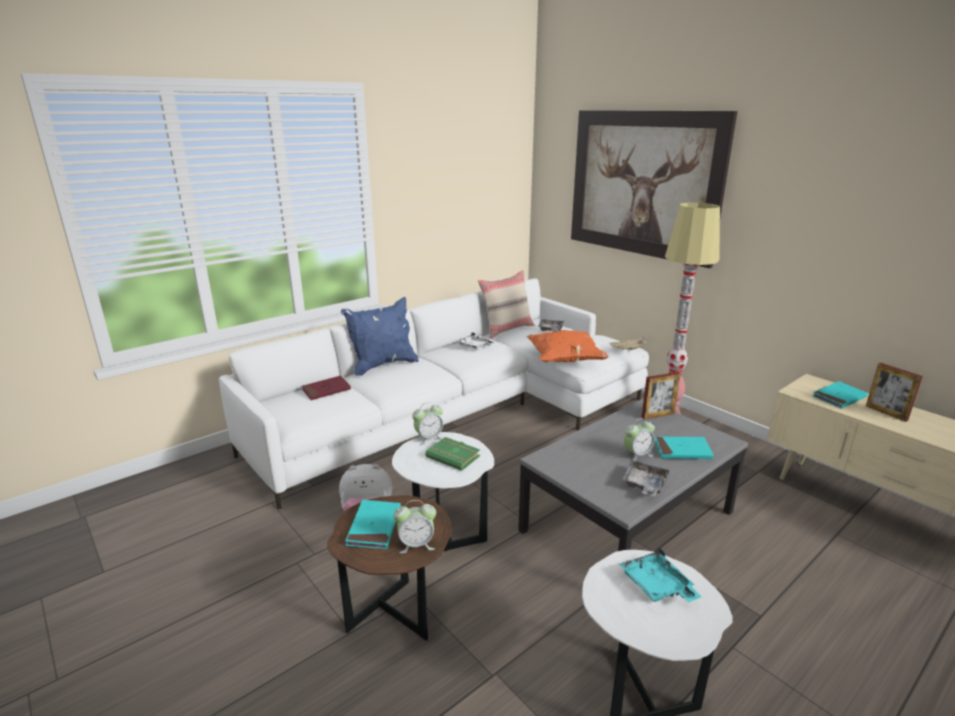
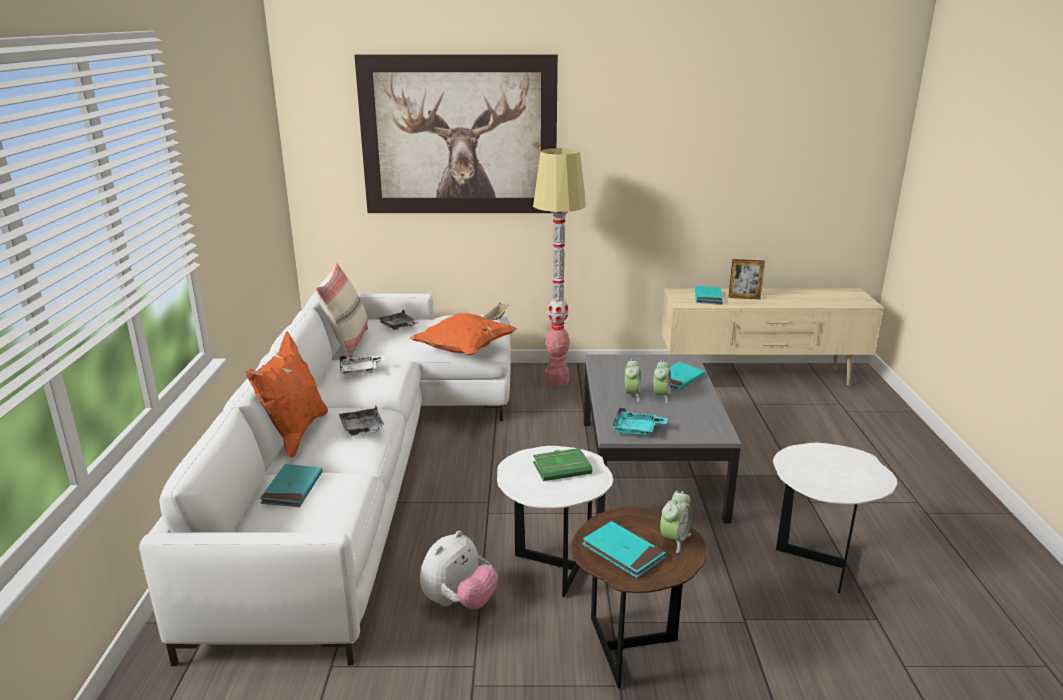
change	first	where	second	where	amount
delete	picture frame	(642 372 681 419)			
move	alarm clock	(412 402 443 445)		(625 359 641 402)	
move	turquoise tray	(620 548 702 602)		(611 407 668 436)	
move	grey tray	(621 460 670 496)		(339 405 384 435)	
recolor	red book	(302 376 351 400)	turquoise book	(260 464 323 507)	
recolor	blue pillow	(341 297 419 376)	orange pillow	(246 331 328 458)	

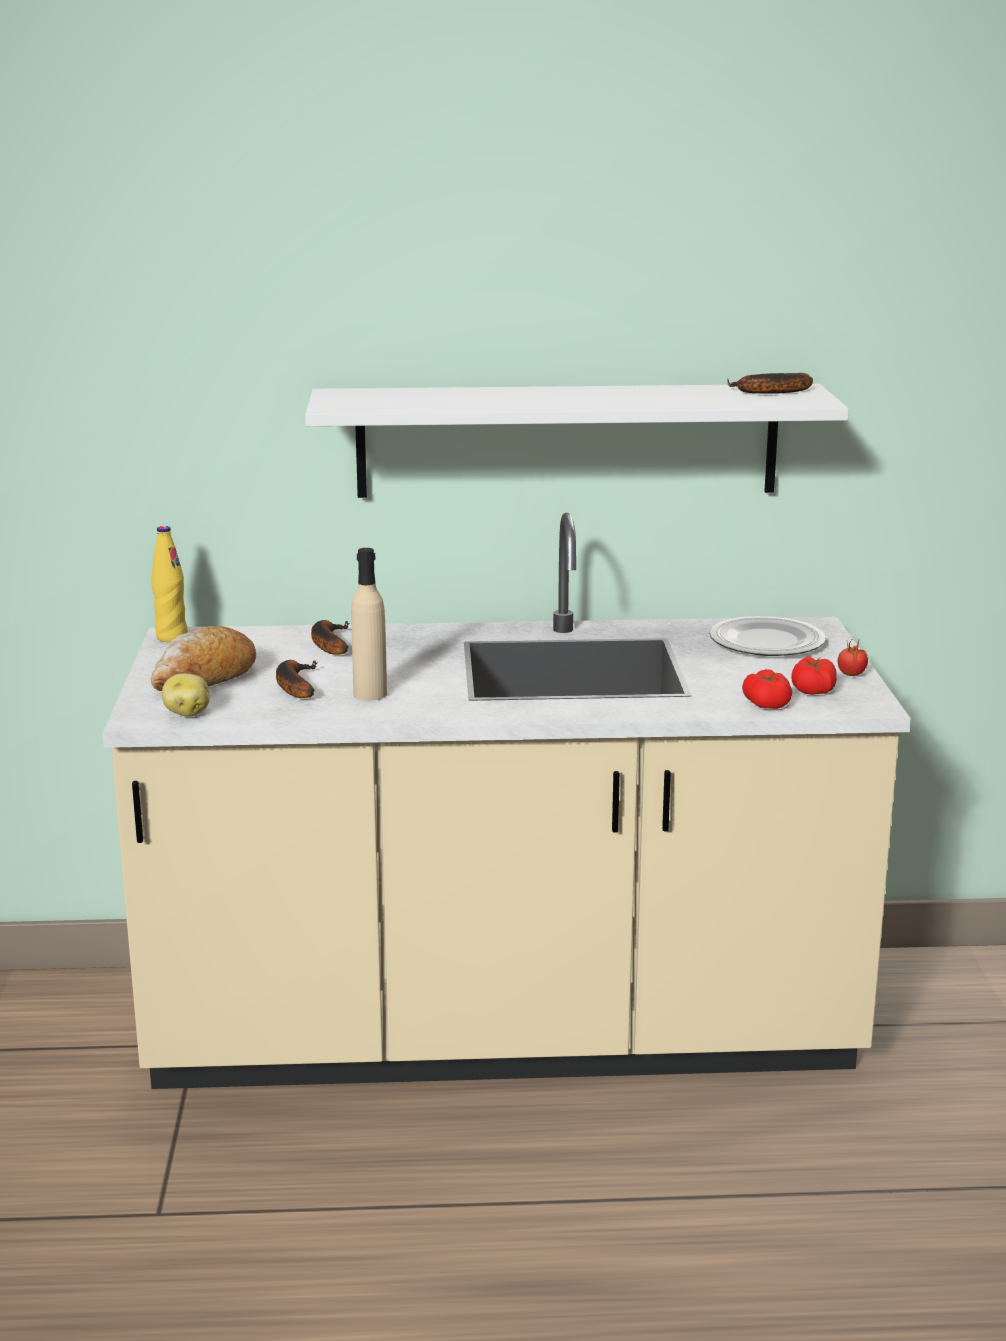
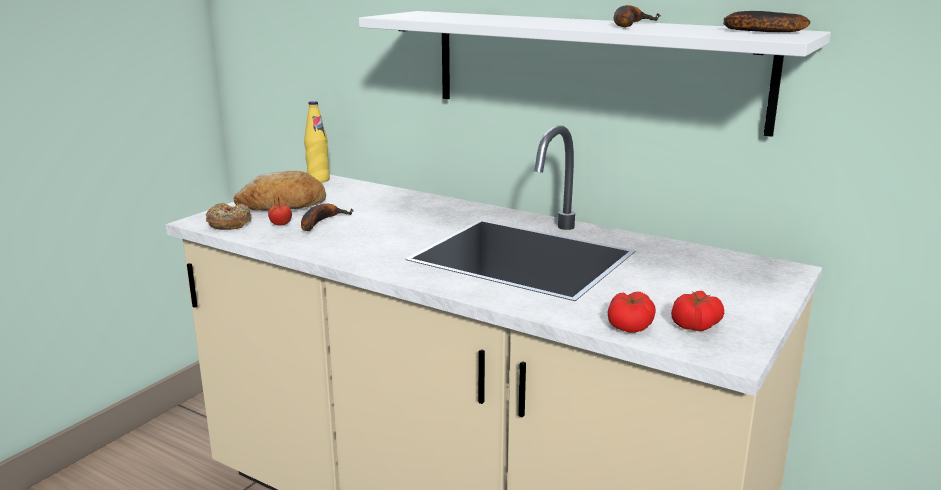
change	first	where	second	where	amount
delete	beige bottle	(351 548 387 701)			
delete	plate	(709 616 826 656)			
move	banana	(311 620 350 655)		(614 5 661 27)	
move	tomato	(838 638 868 676)		(268 196 292 226)	
replace	potato	(162 673 210 717)	donut	(206 203 252 230)	

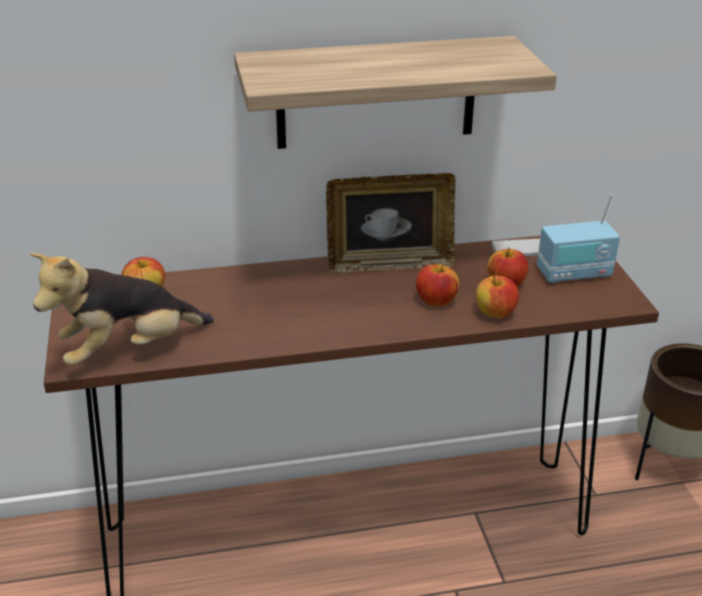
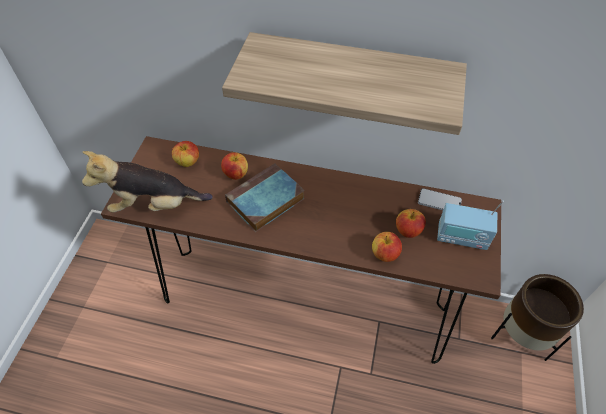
change	first	where	second	where	amount
delete	picture frame	(326 173 456 273)			
insert			book	(225 163 305 232)	
move	apple	(416 264 459 306)		(221 153 248 180)	

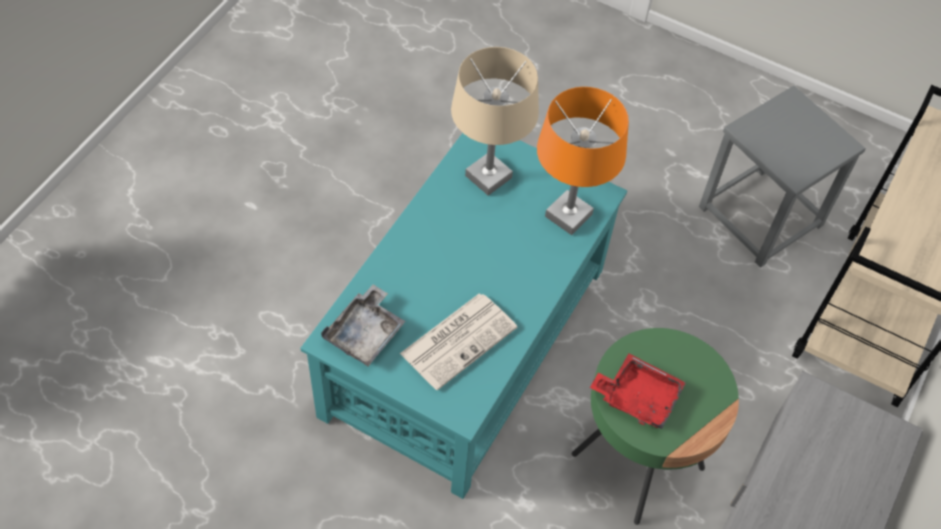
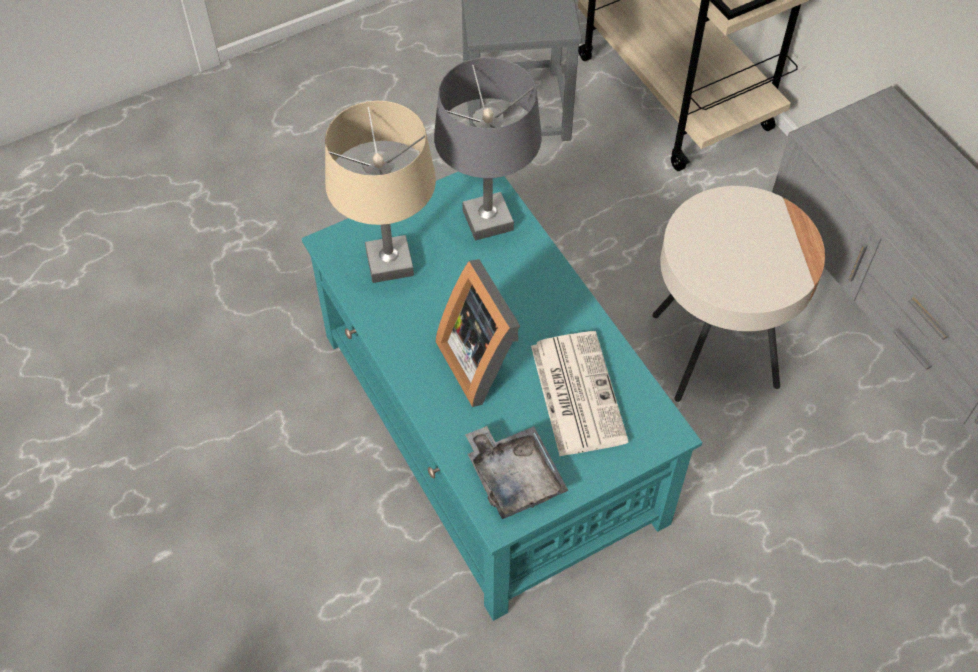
change	first	where	second	where	amount
delete	red tray	(590 353 686 429)			
insert			picture frame	(436 259 520 407)	
recolor	orange table lamp	(537 87 629 235)	grey table lamp	(434 57 542 241)	
recolor	green side table	(572 328 739 525)	beige side table	(652 186 825 402)	

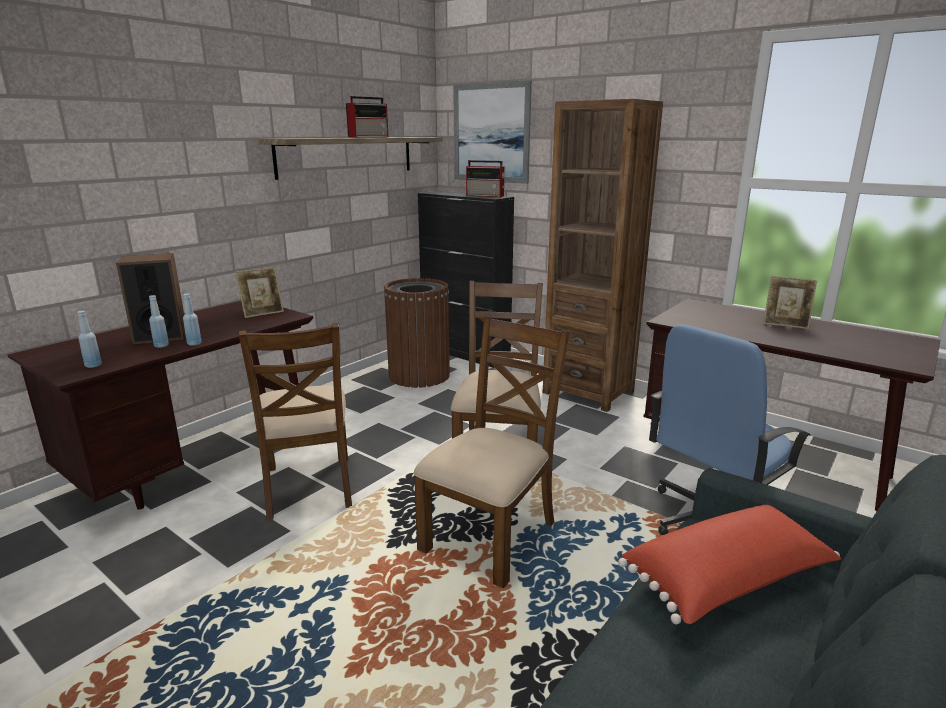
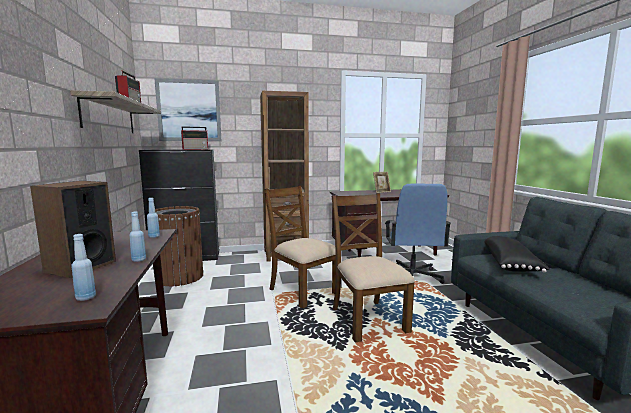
change	first	where	second	where	amount
delete	picture frame	(235 268 284 318)			
delete	brown chair	(239 323 352 520)			
move	blue bottle	(149 295 169 348)		(147 198 160 238)	
recolor	red pillow	(618 505 842 625)	black pillow	(485 236 550 273)	

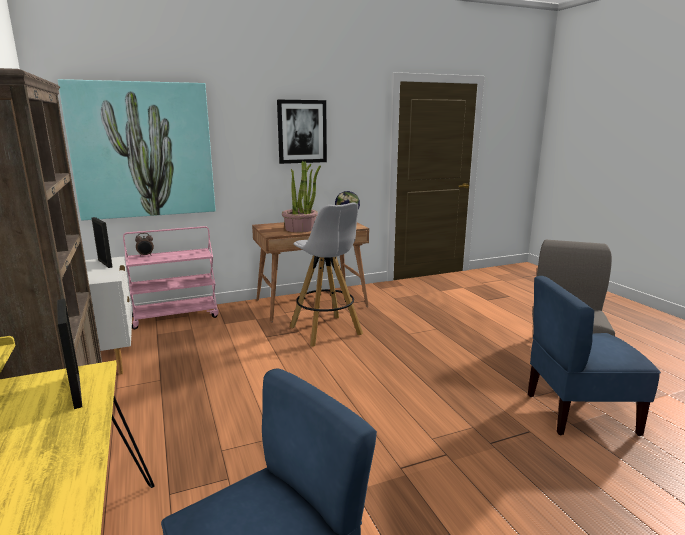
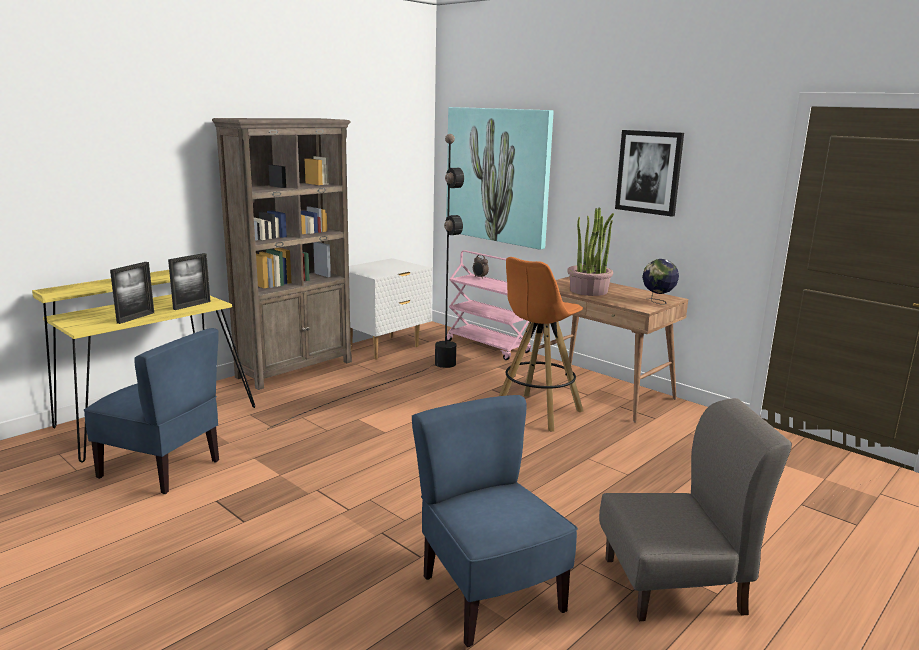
change	first	where	second	where	amount
insert			black floor lamp	(268 134 464 429)	
move	picture frame	(92 217 112 268)		(110 262 154 324)	
recolor	white stool	(290 202 363 347)	orange stool	(499 257 583 432)	

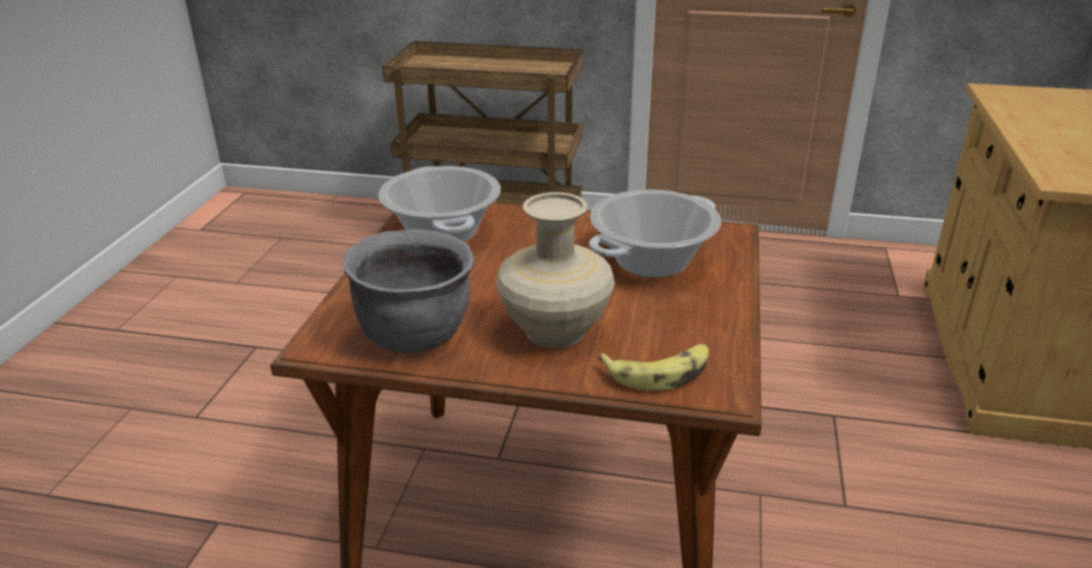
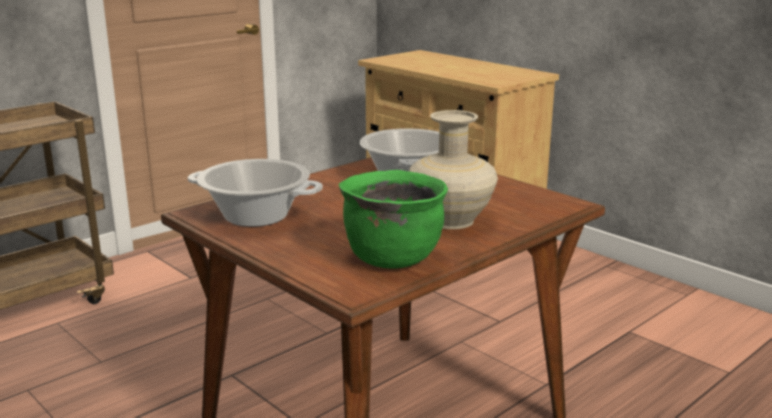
change	first	where	second	where	amount
delete	banana	(599 344 709 391)			
recolor	grey cooking pot	(343 229 474 353)	green cooking pot	(339 170 448 269)	

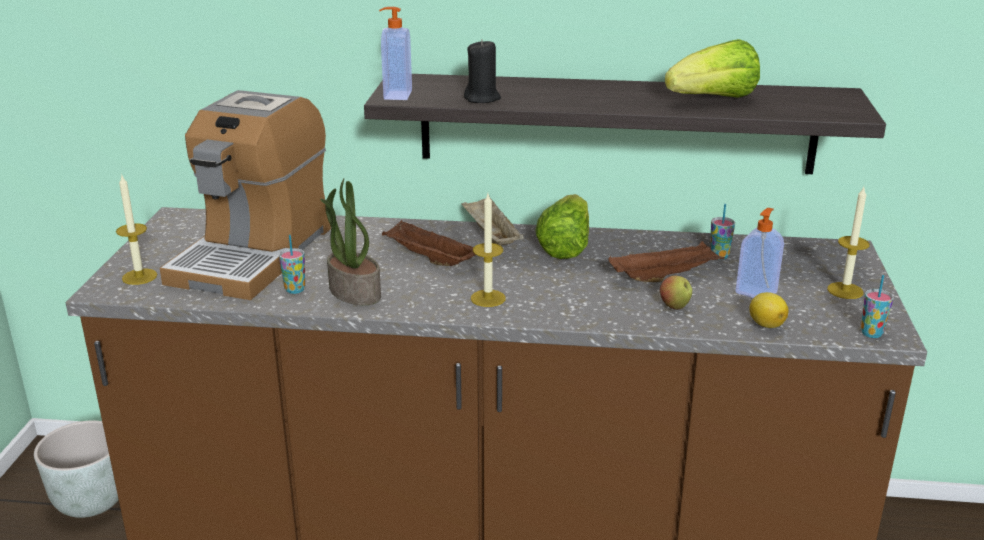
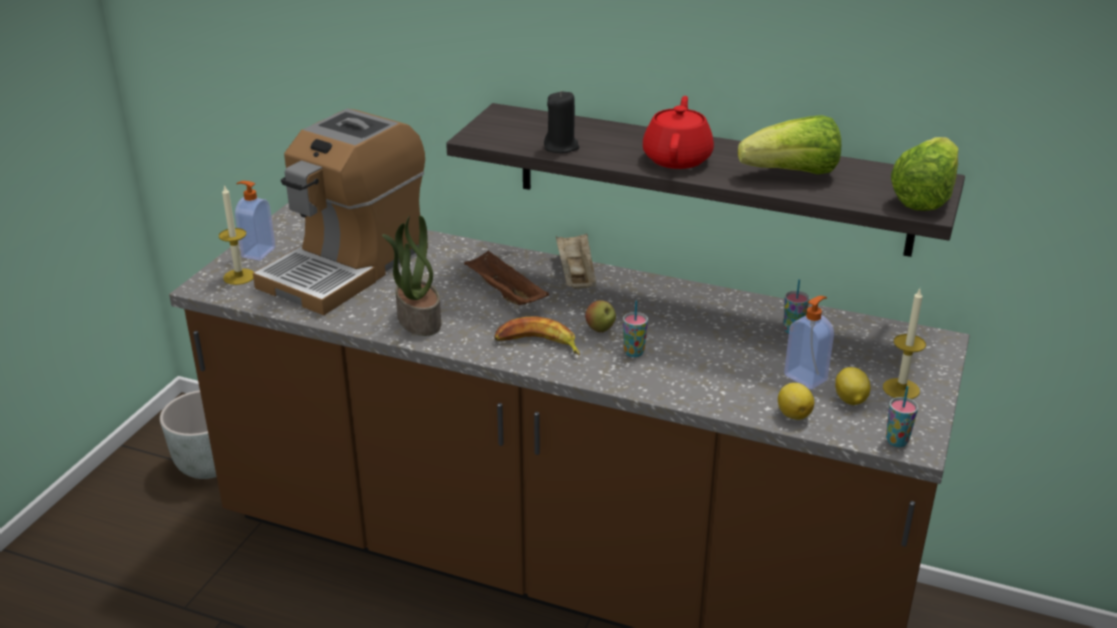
change	first	where	second	where	amount
delete	brown tray	(608 241 725 282)			
insert			red teapot	(643 96 714 169)	
insert			lemon	(835 367 870 405)	
move	cup	(279 235 305 294)		(623 301 648 357)	
move	soap dispenser	(379 7 412 100)		(235 181 275 261)	
move	lettuce	(536 194 589 259)		(891 137 958 211)	
move	apple	(660 276 692 310)		(585 300 616 333)	
replace	candle	(471 194 506 307)	banana	(494 316 580 356)	

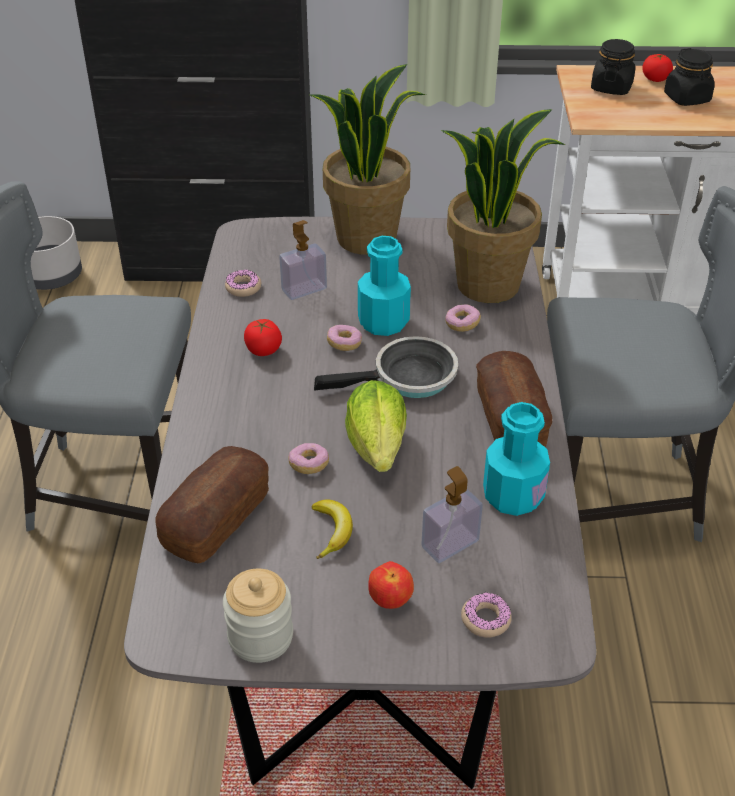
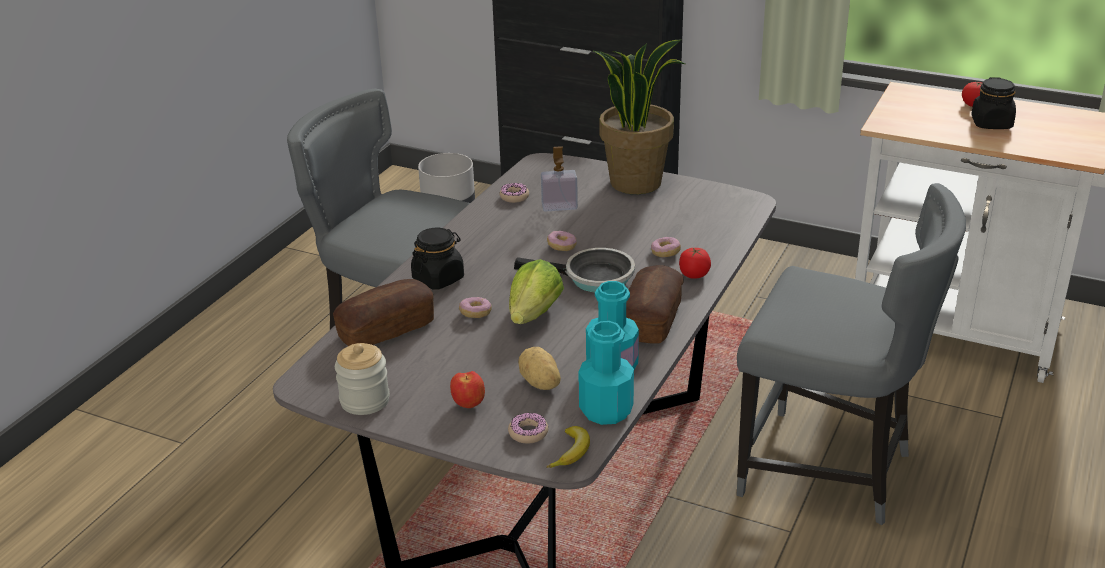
change	first	where	second	where	amount
delete	potted plant	(441 109 566 303)			
move	tomato	(244 319 282 356)		(679 248 711 279)	
move	banana	(311 500 353 559)		(546 426 590 468)	
move	turquoise bottle	(358 236 411 336)		(578 321 634 425)	
move	black jar	(591 39 636 95)		(411 228 464 290)	
replace	soap dispenser	(421 466 483 563)	potato	(518 347 561 390)	

